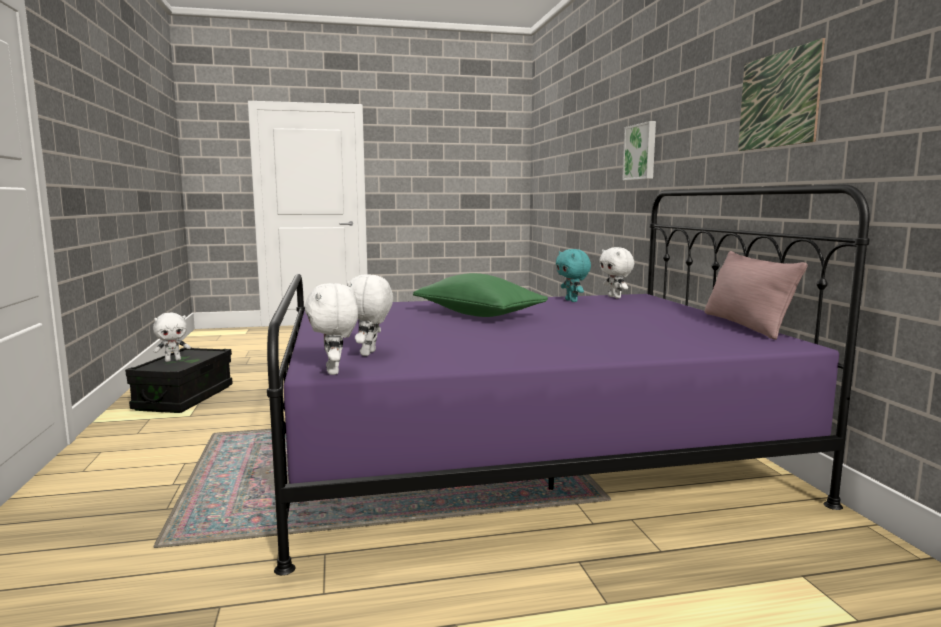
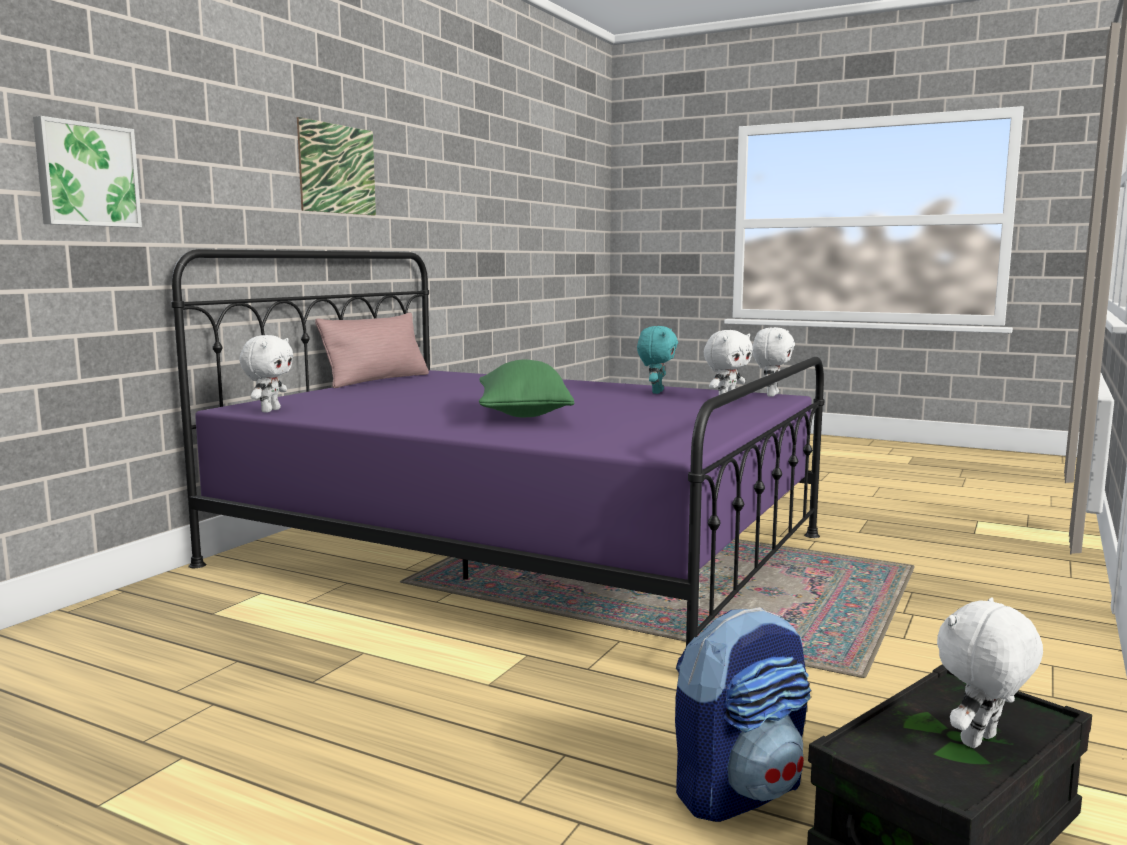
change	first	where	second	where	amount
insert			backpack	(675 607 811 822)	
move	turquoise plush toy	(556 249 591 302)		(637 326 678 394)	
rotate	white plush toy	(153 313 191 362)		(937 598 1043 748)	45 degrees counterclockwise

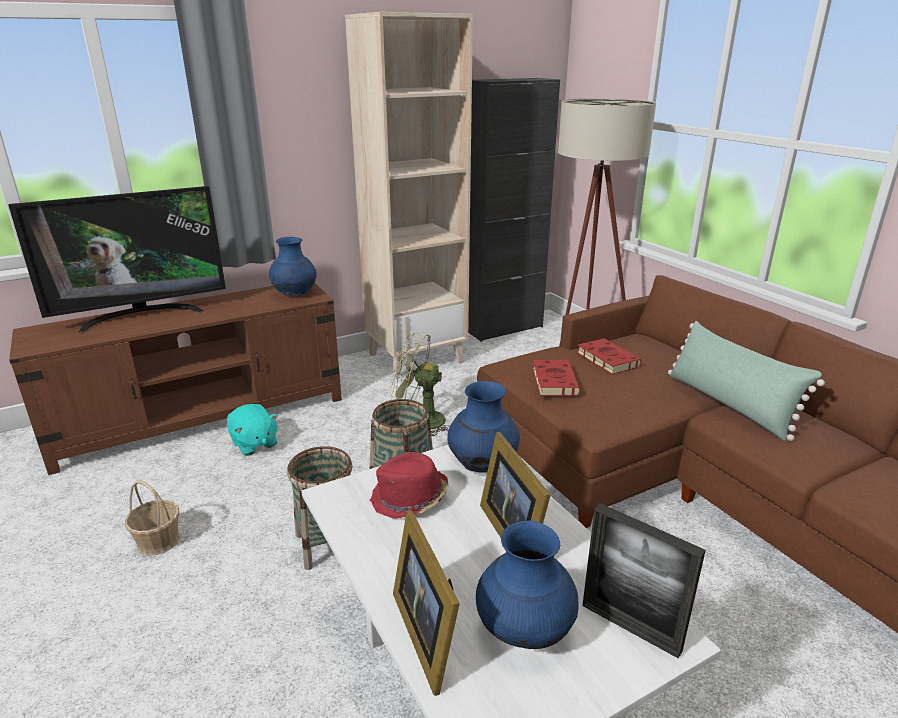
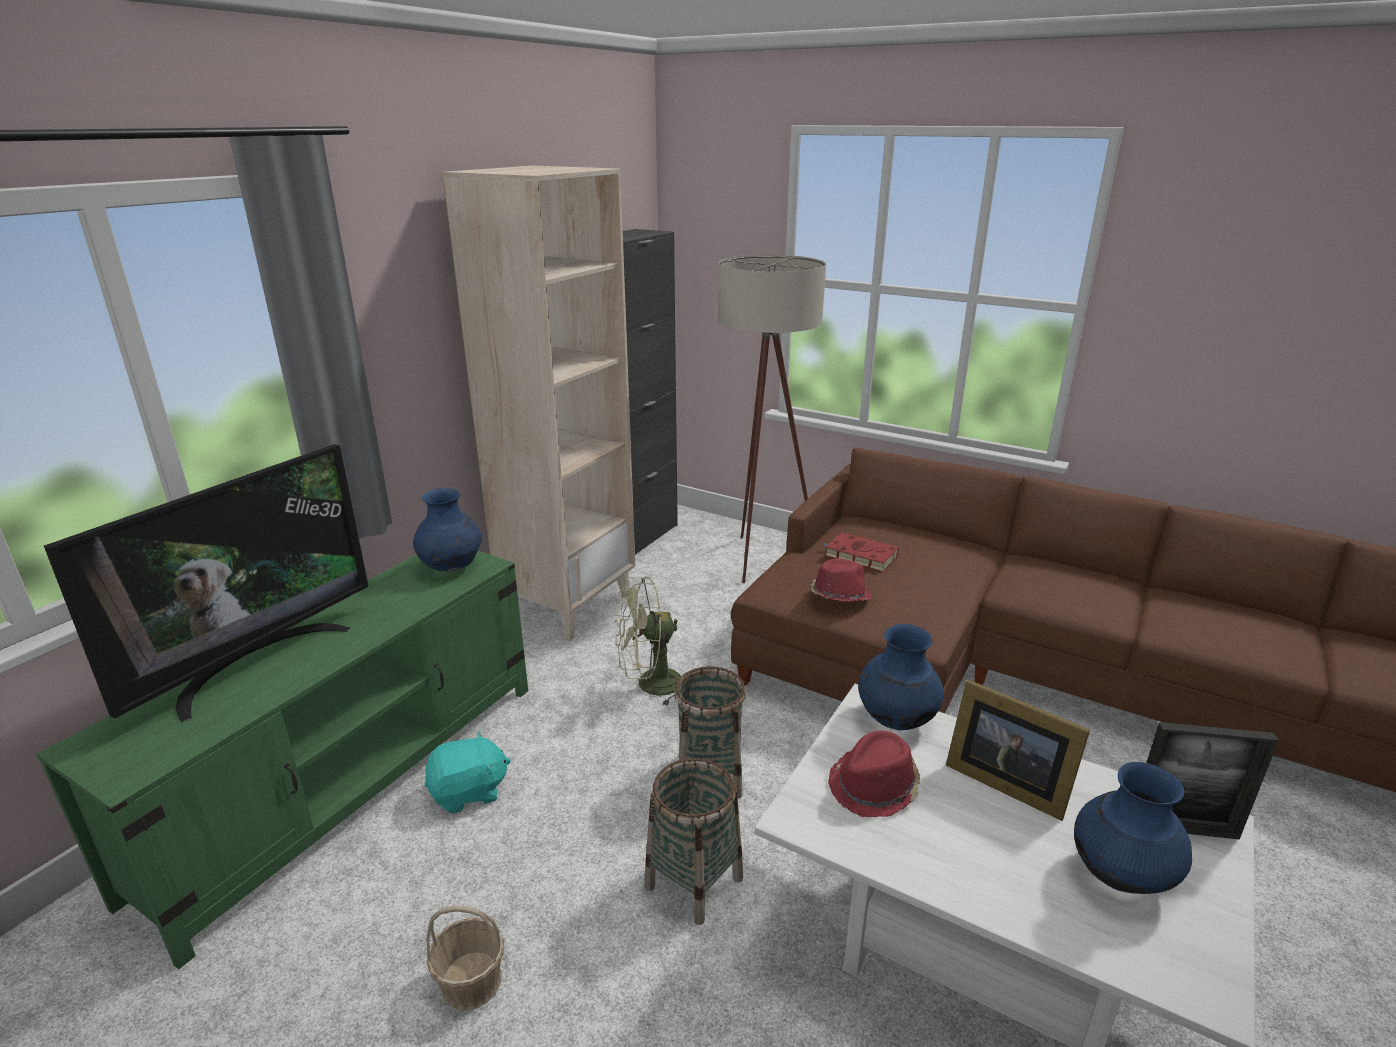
change	first	where	second	where	amount
delete	picture frame	(393 510 460 696)			
delete	green pillow	(668 321 825 441)			
replace	red book	(533 360 580 397)	red hat	(810 558 873 602)	
recolor	brown tv stand	(9 283 342 475)	green tv stand	(37 551 528 969)	
rotate	turquoise plush toy	(227 404 278 456)		(424 730 511 813)	45 degrees counterclockwise

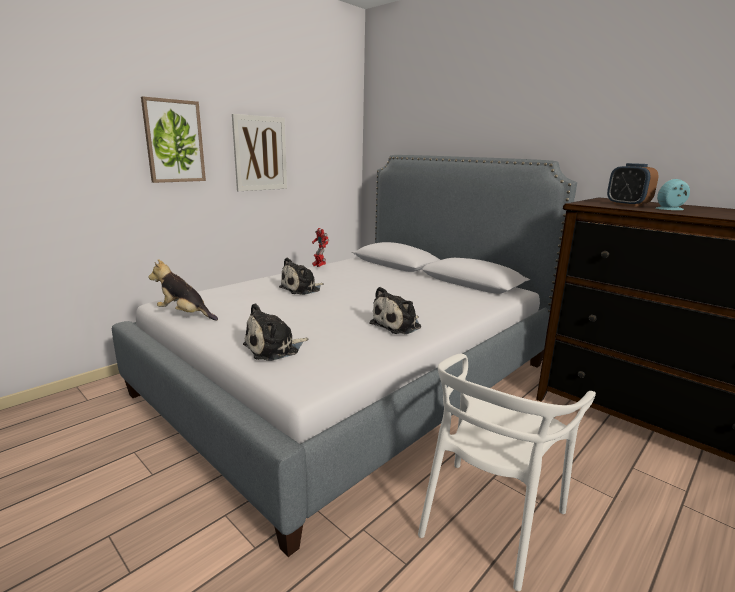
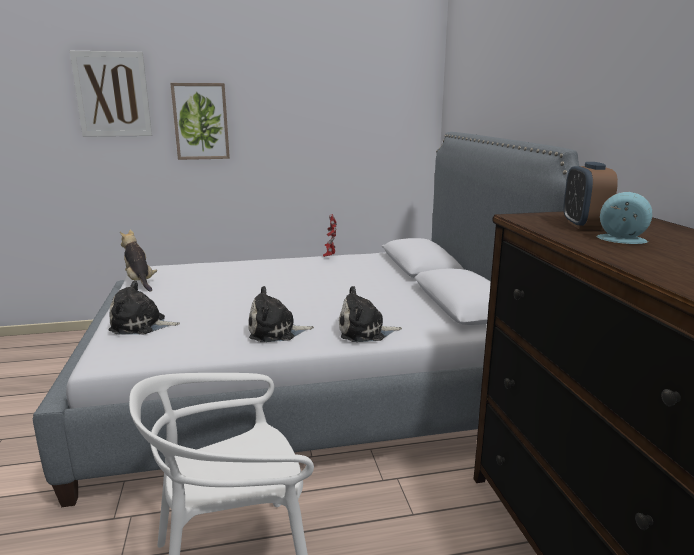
change	first	where	second	where	amount
move	picture	(232 114 287 191)		(70 51 152 137)	
move	plush toy	(279 257 323 295)		(339 286 402 342)	

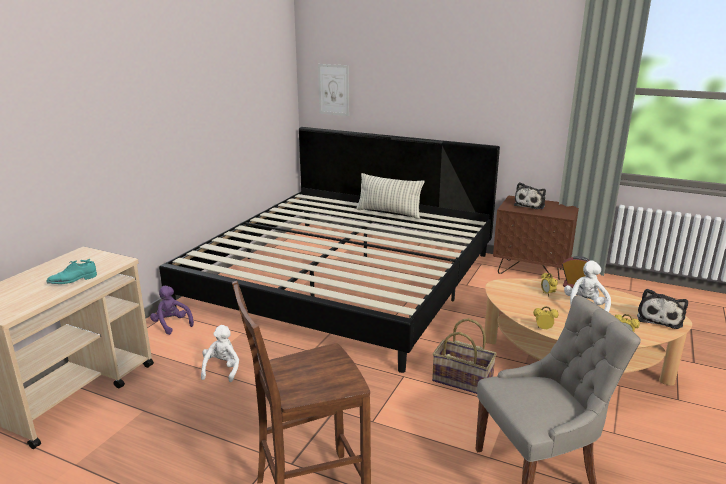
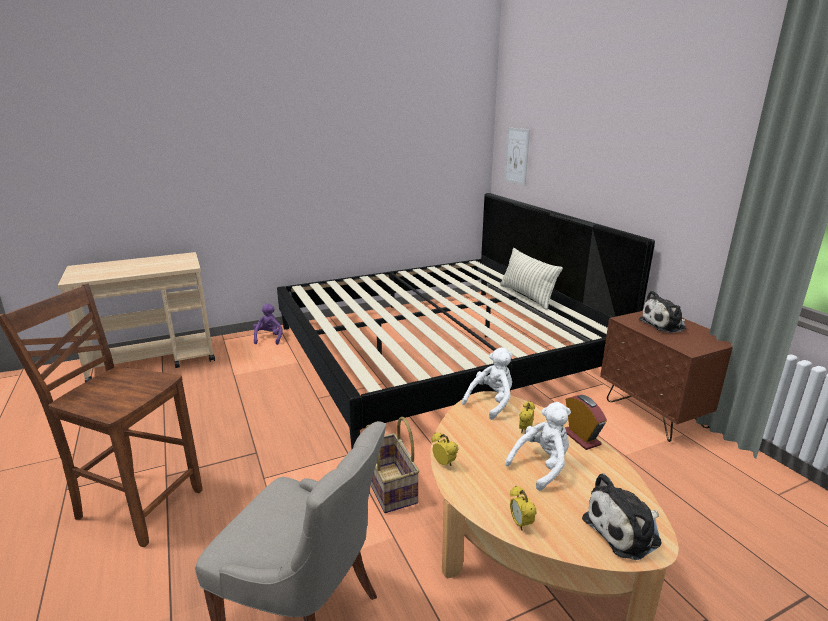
change	first	where	second	where	amount
delete	turquoise shoe	(46 259 97 284)			
move	white plush toy	(201 325 239 382)		(462 347 512 420)	

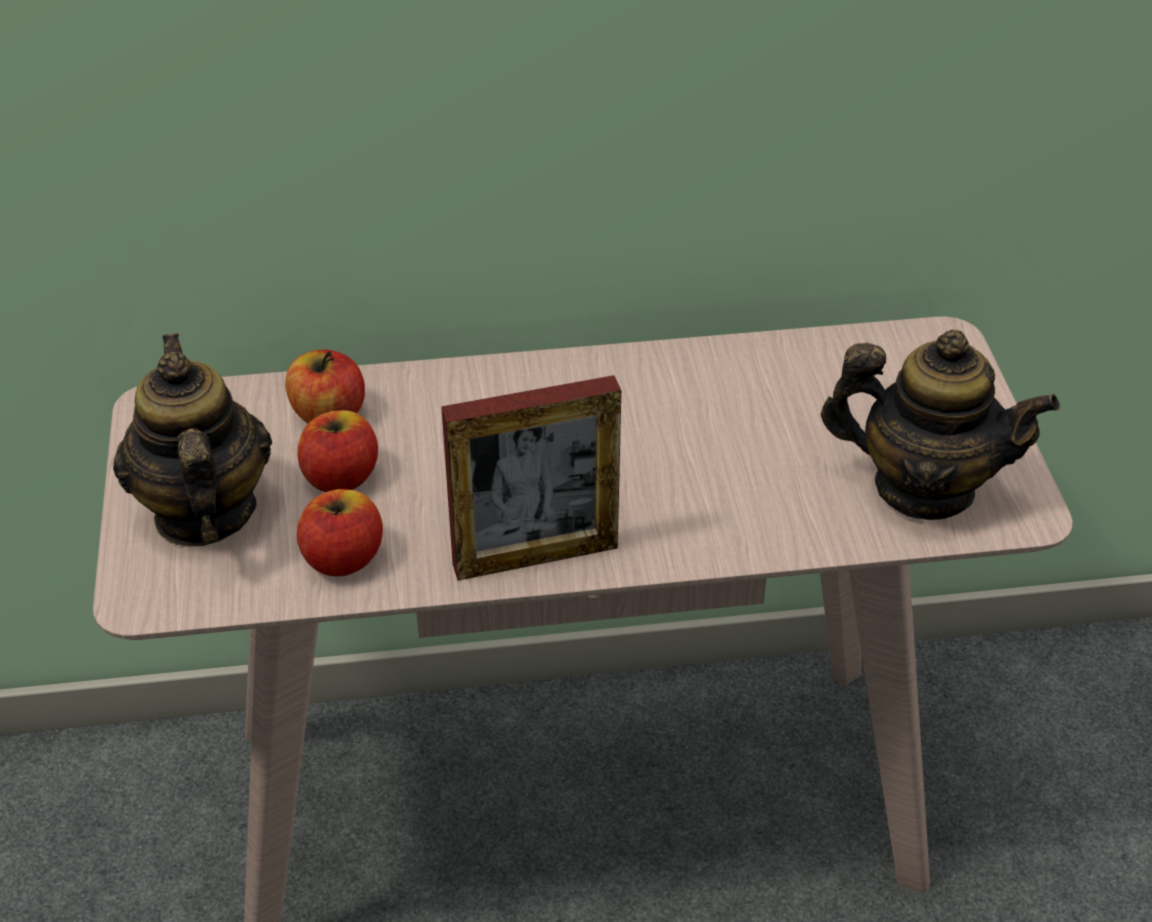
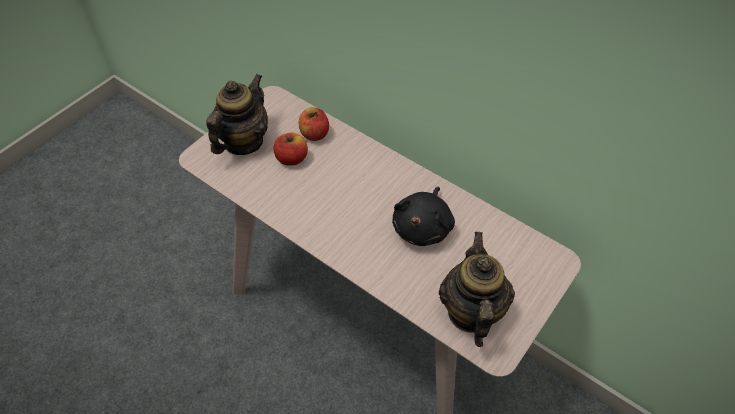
change	first	where	second	where	amount
delete	apple	(297 489 383 576)			
delete	picture frame	(441 375 621 581)			
insert			black plush toy	(392 187 455 246)	
rotate	teapot	(821 329 1060 520)		(439 232 515 347)	150 degrees counterclockwise

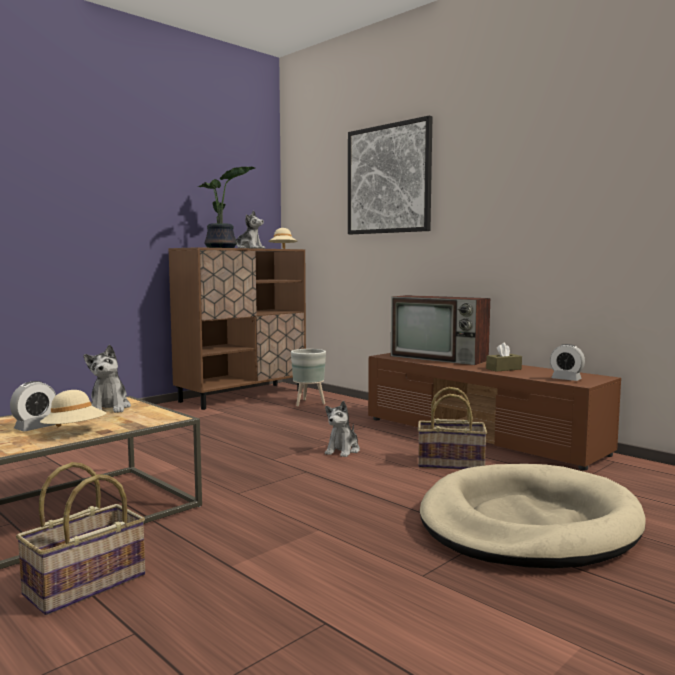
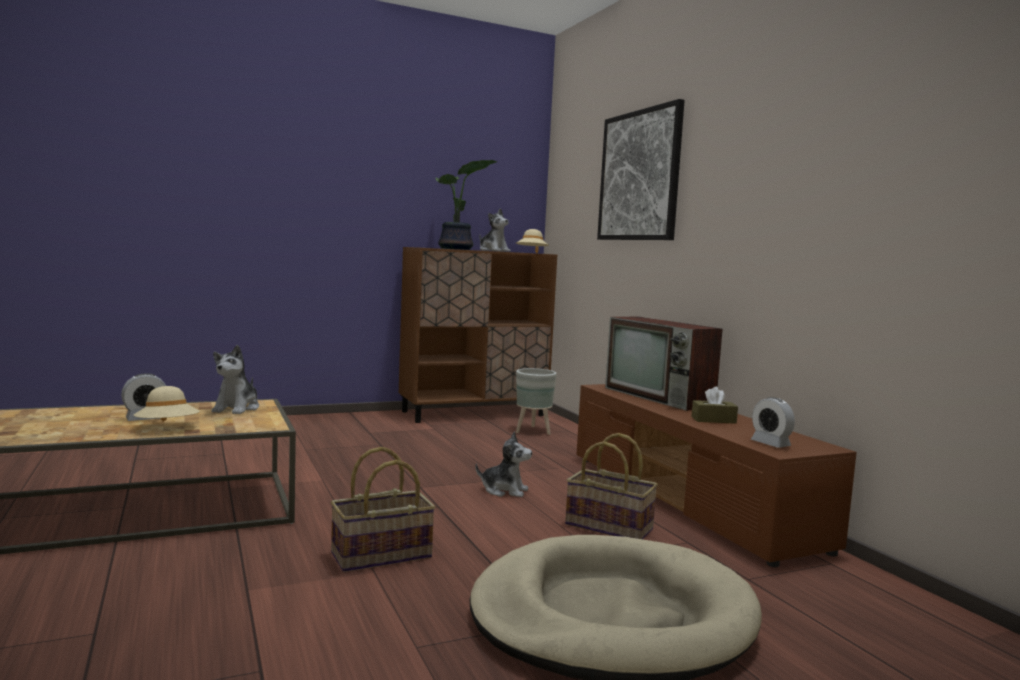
change	first	where	second	where	amount
move	basket	(16 462 145 615)		(330 447 435 572)	
rotate	plush toy	(325 401 360 457)		(475 432 532 497)	120 degrees counterclockwise

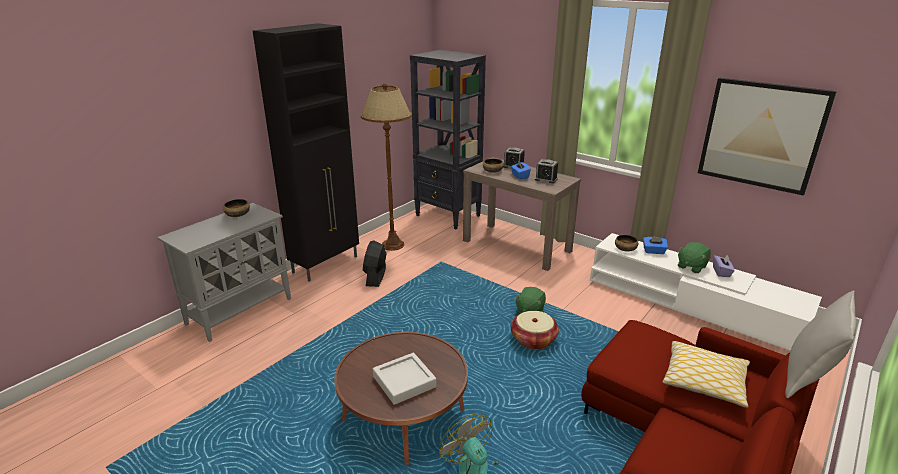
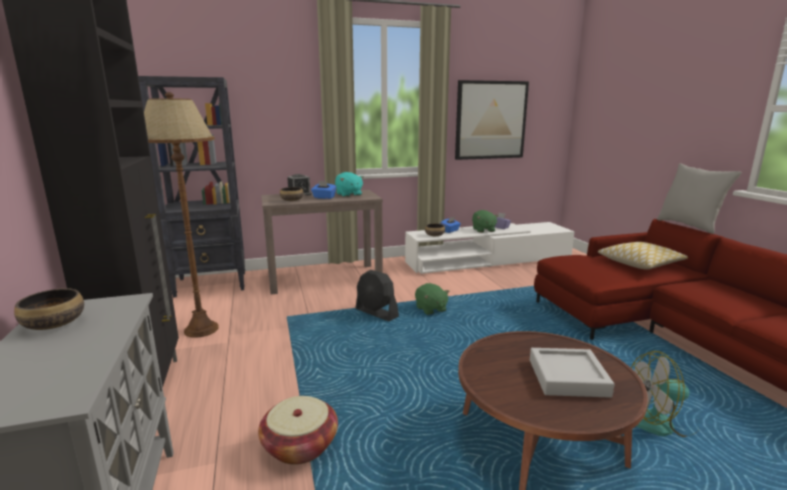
change	first	where	second	where	amount
move	black fan	(363 240 387 287)		(355 270 399 322)	
move	basket	(511 311 559 349)		(258 396 338 465)	
replace	alarm clock	(535 159 558 183)	turquoise plush toy	(335 172 364 197)	

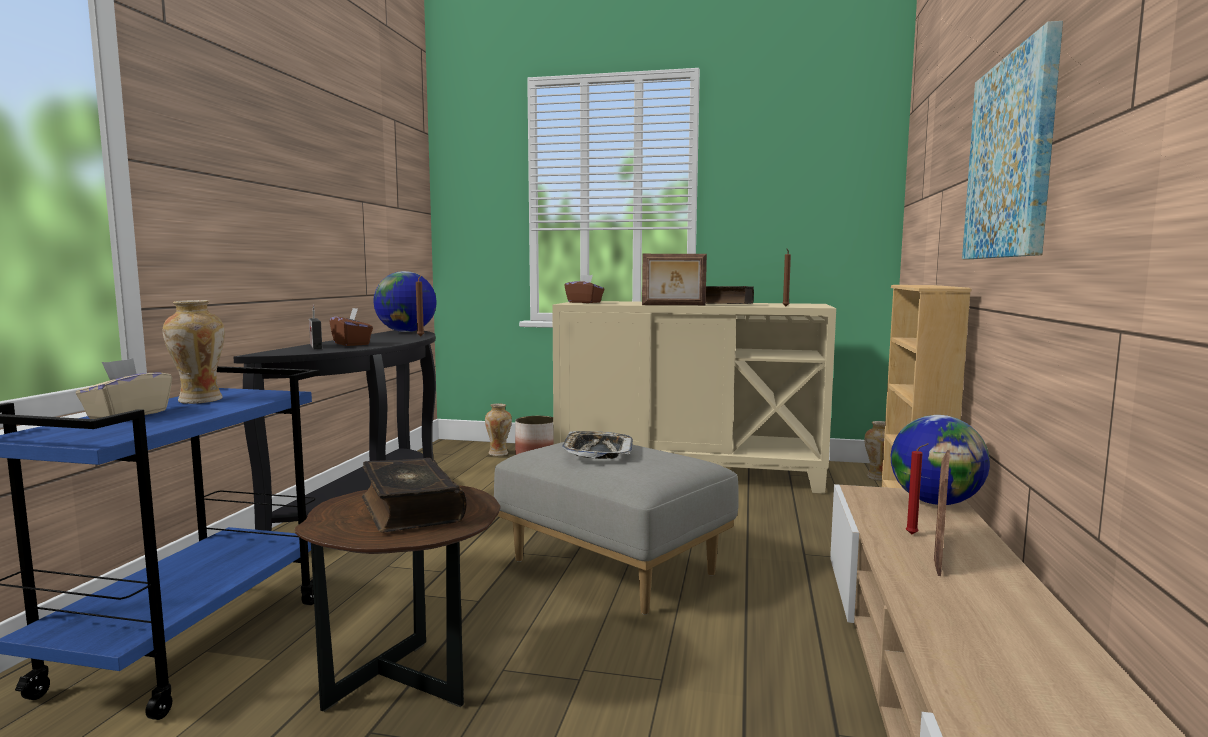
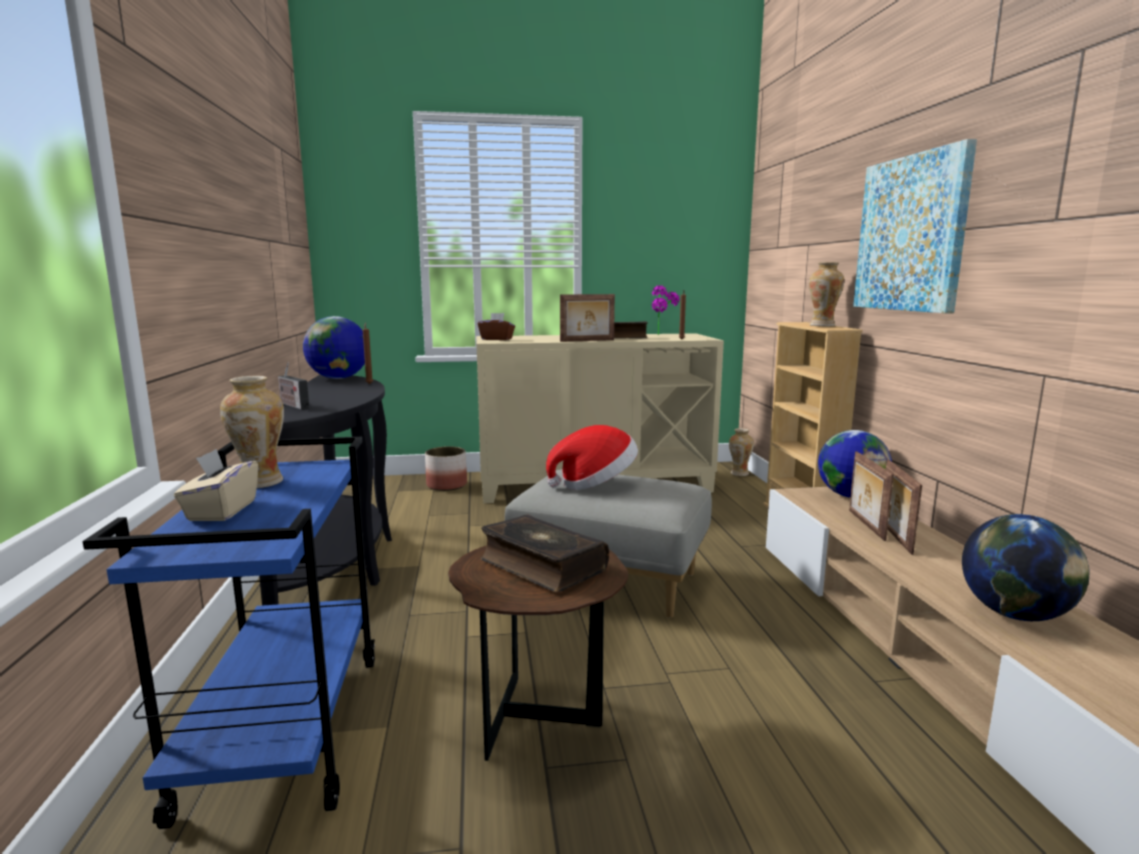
change	first	where	second	where	amount
delete	brown tissue box	(330 308 373 346)			
insert			potted plant	(652 286 680 335)	
insert			globe	(962 514 1090 621)	
move	vase	(485 404 512 456)		(809 262 845 326)	
replace	tray	(562 431 633 459)	hat	(546 425 638 490)	
replace	red candle	(906 443 929 535)	picture frame	(849 451 894 541)	

